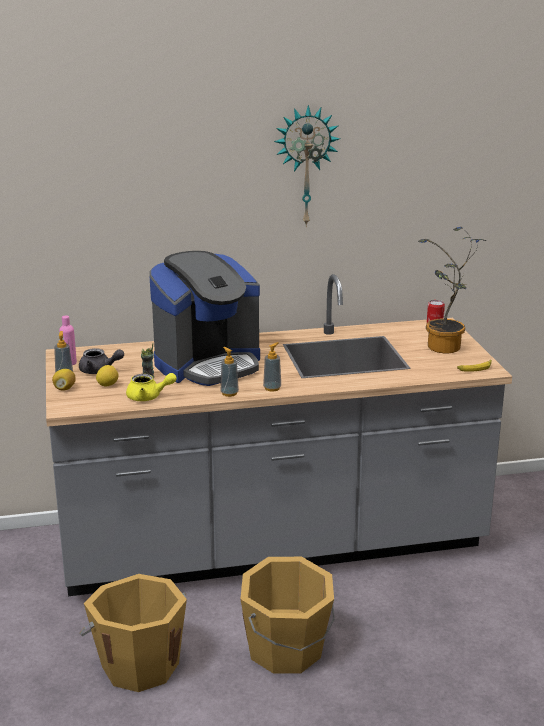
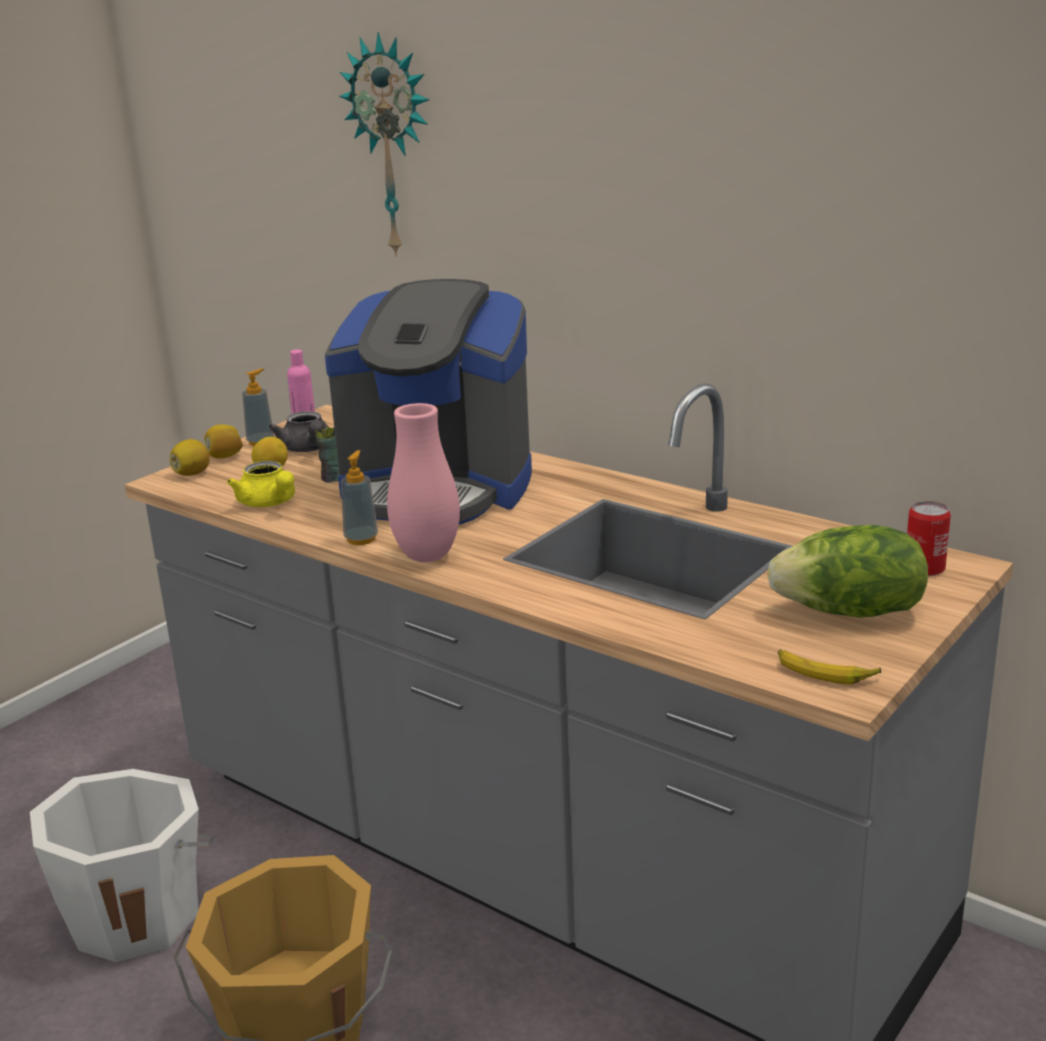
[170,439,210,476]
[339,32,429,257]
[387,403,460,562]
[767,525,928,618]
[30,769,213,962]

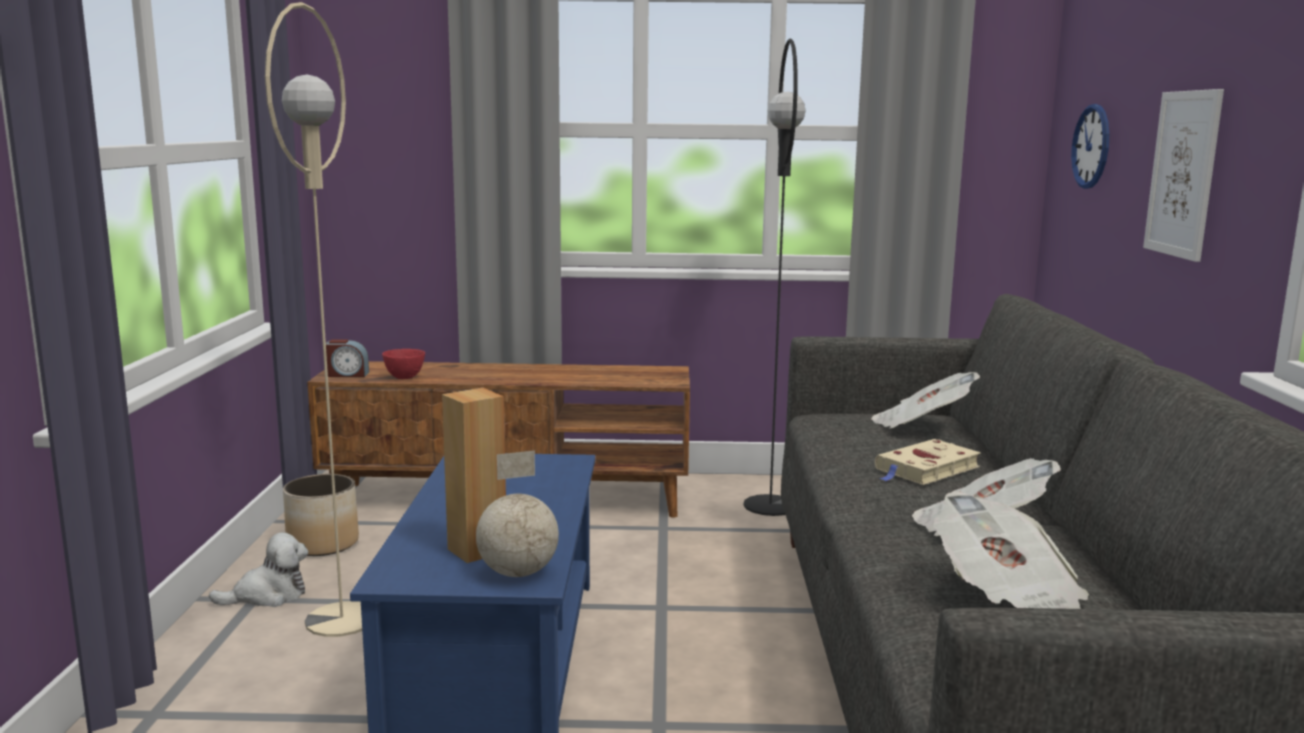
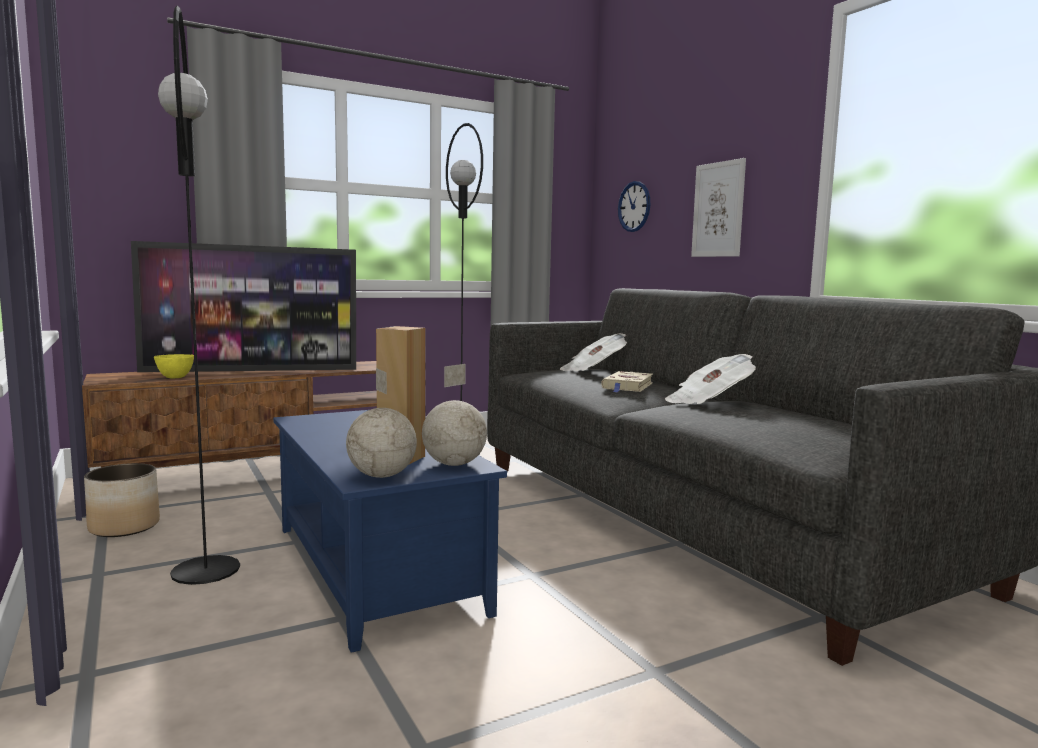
[209,532,308,607] (first image)
[326,340,369,377] (first image)
[934,491,1089,609] (first image)
[131,241,356,372]
[346,368,417,478]
[158,5,240,585]
[154,354,194,378]

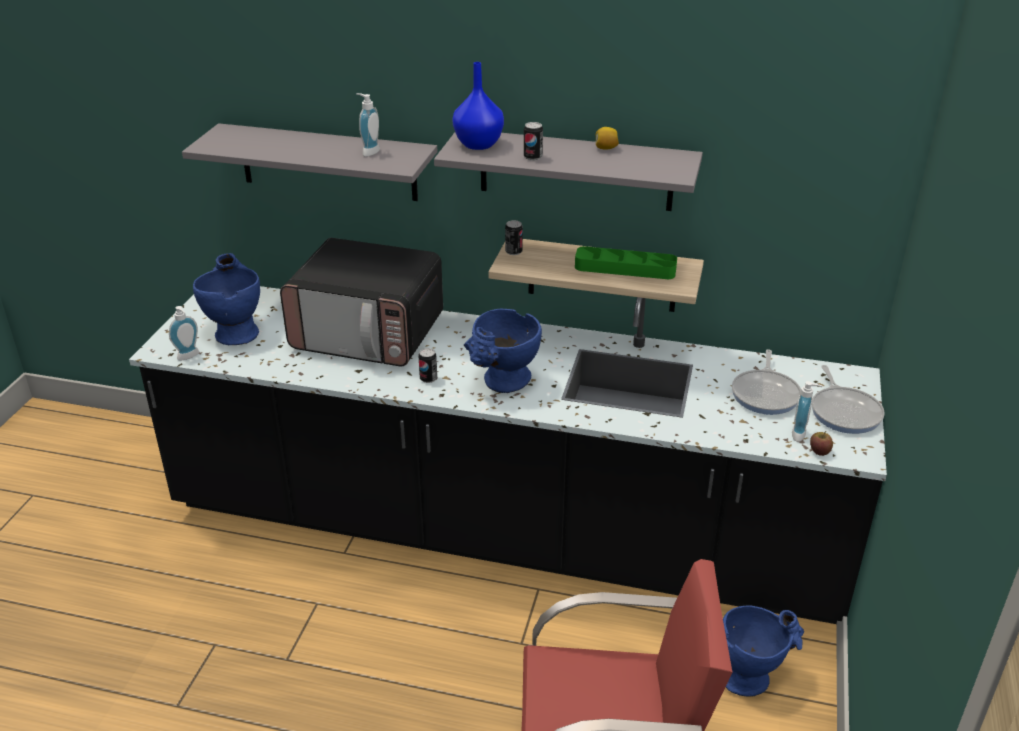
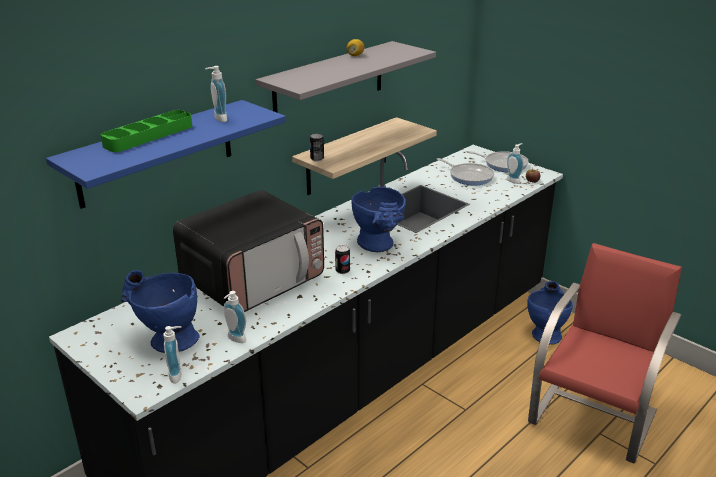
[452,62,504,150] (first image)
[524,122,543,161] (first image)
[224,291,246,343]
[101,110,192,152]
[46,100,286,209]

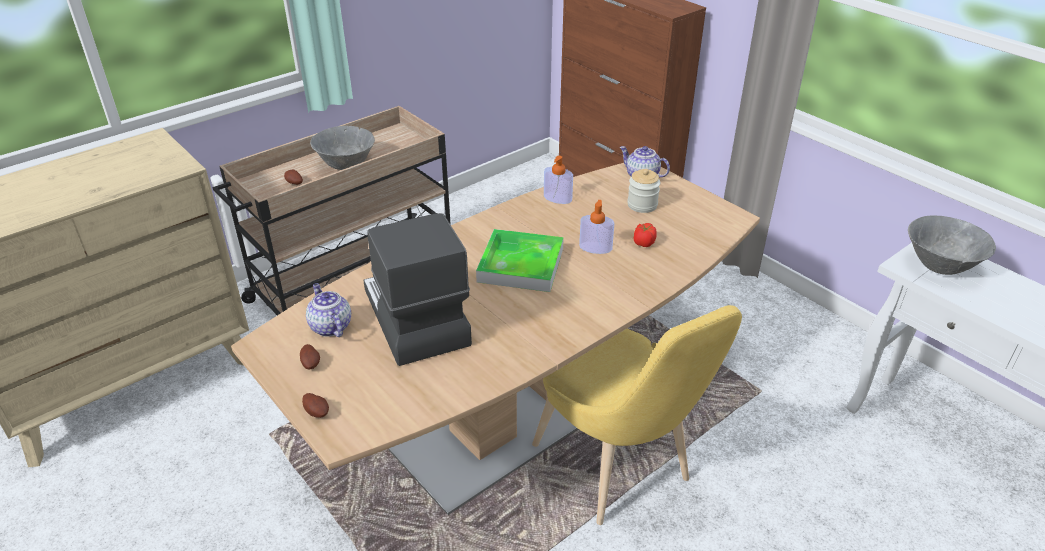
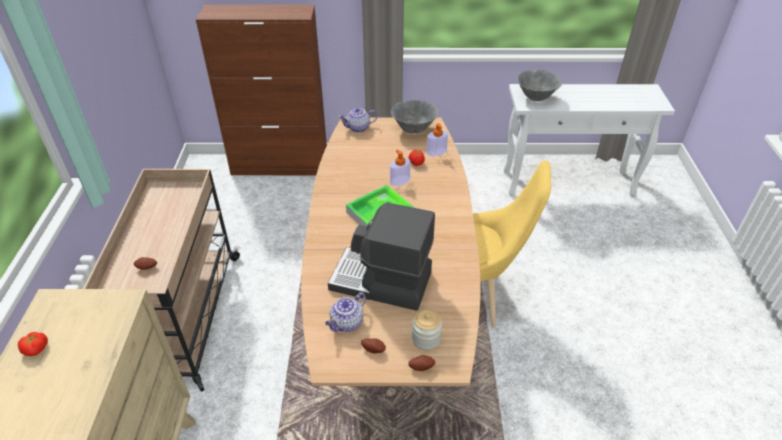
[18,332,48,356]
[391,100,439,134]
[427,123,448,156]
[412,309,442,351]
[325,292,366,332]

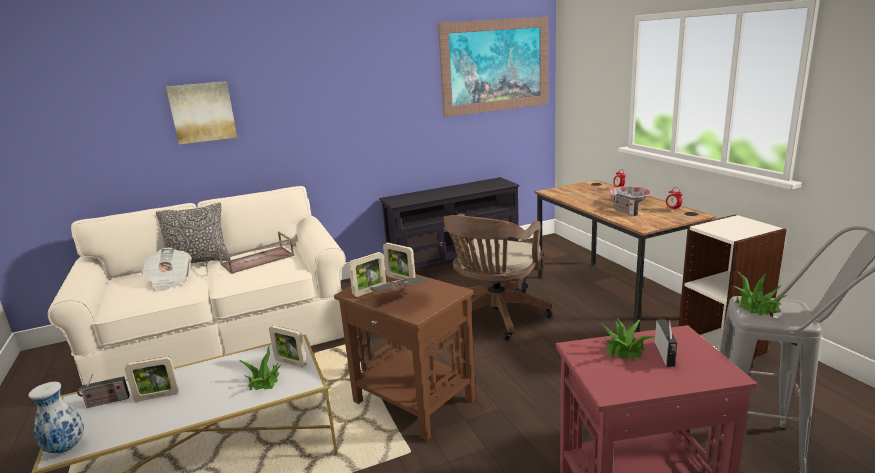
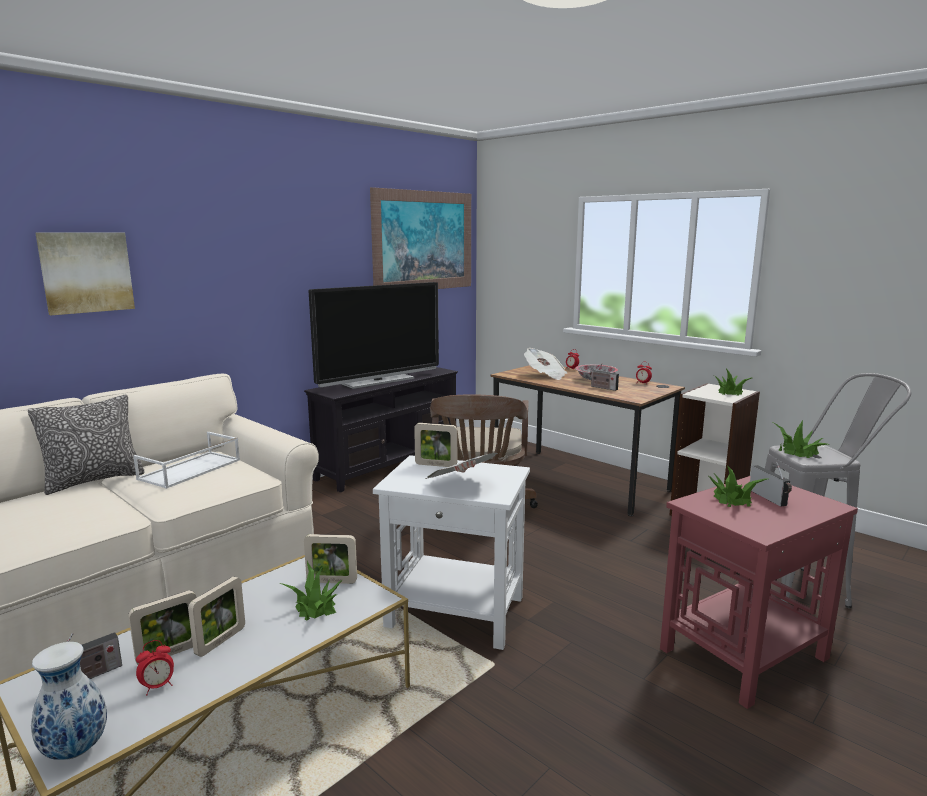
[136,640,174,695]
[309,282,439,389]
[715,369,752,396]
[524,348,568,380]
[188,577,245,657]
[133,432,240,489]
[373,455,530,650]

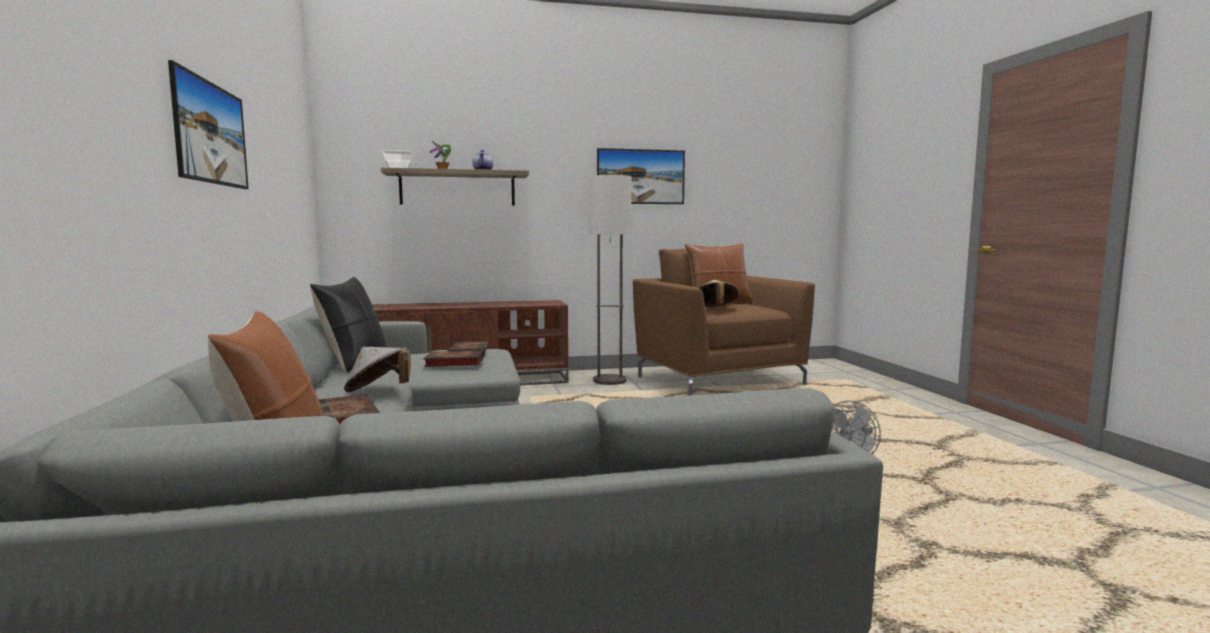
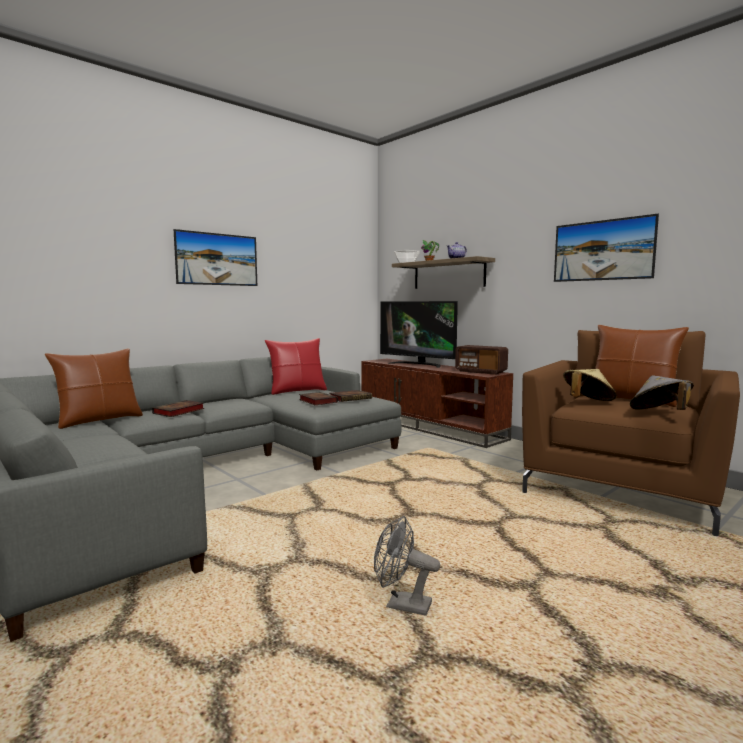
[589,175,631,385] (first image)
[380,301,458,368]
[455,345,508,375]
[630,375,694,410]
[265,338,327,395]

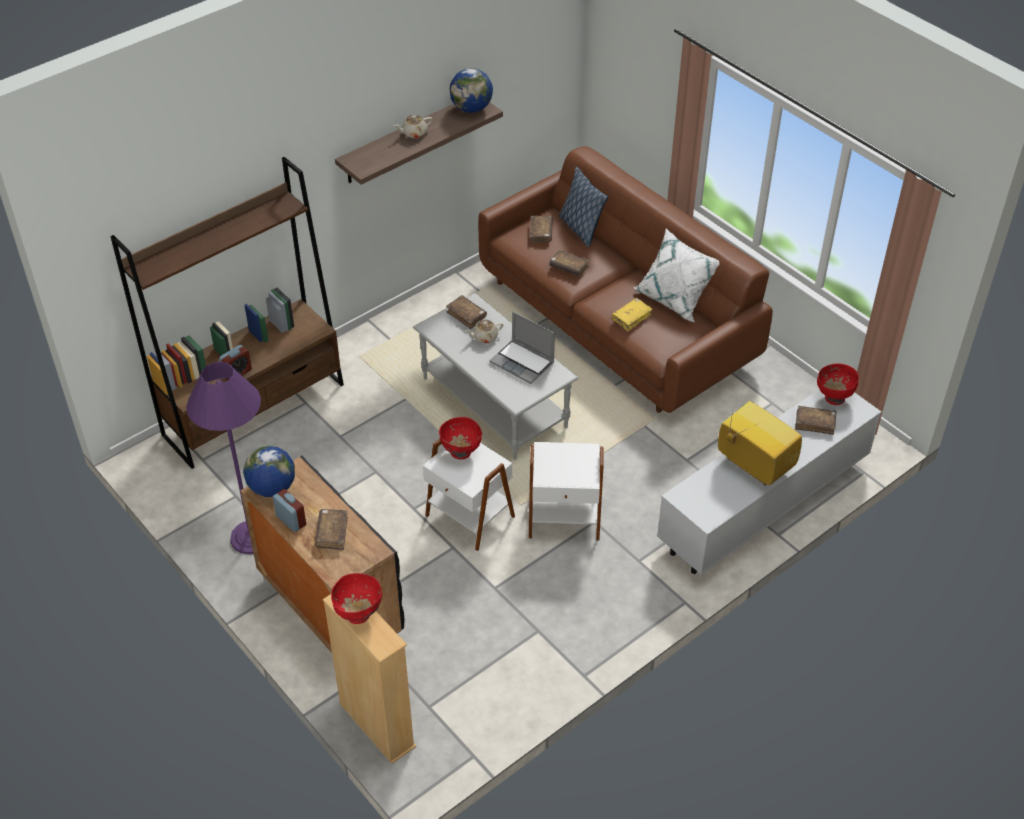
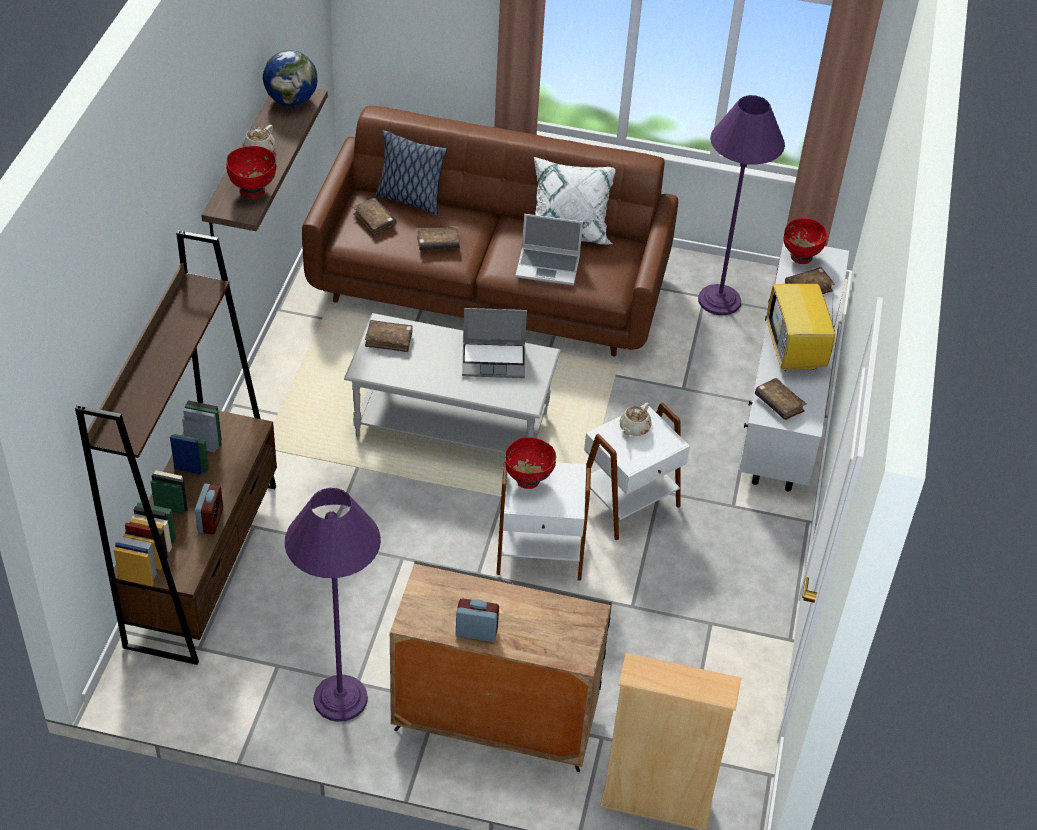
[243,446,295,497] (first image)
[698,95,785,315]
[755,378,807,420]
[226,146,276,198]
[620,402,652,436]
[515,214,583,285]
[766,284,843,371]

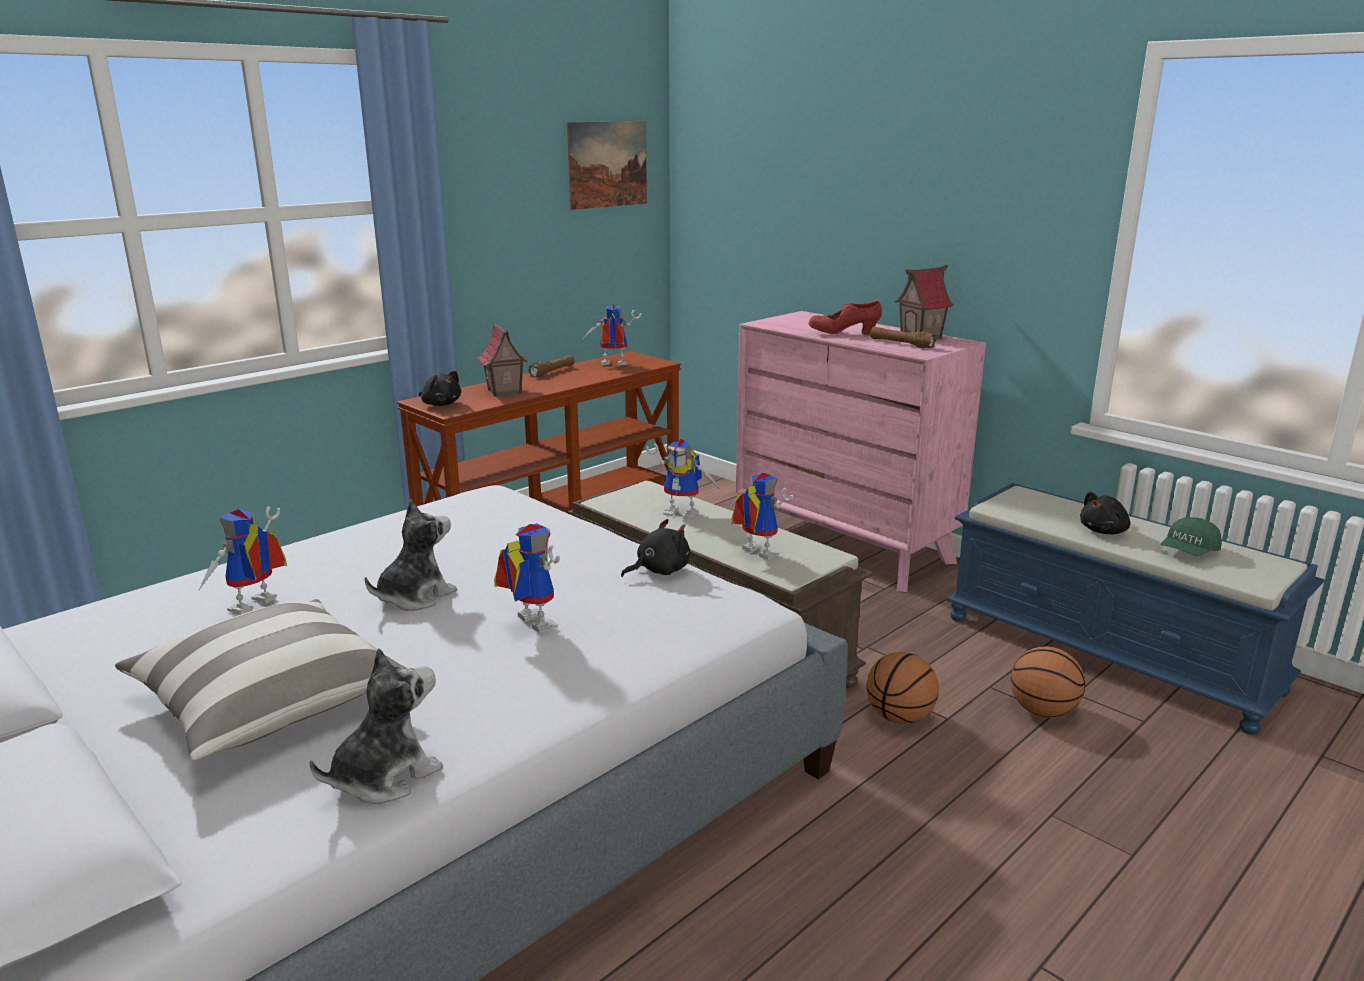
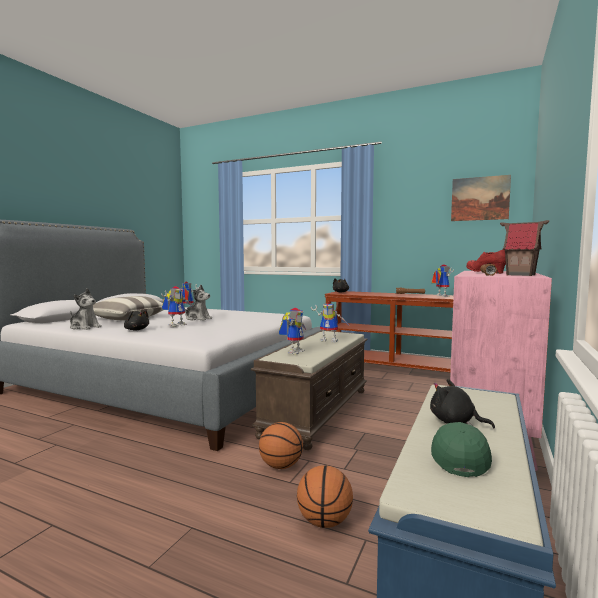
[477,321,528,397] (first image)
[124,310,149,331]
[311,302,350,343]
[431,422,492,477]

